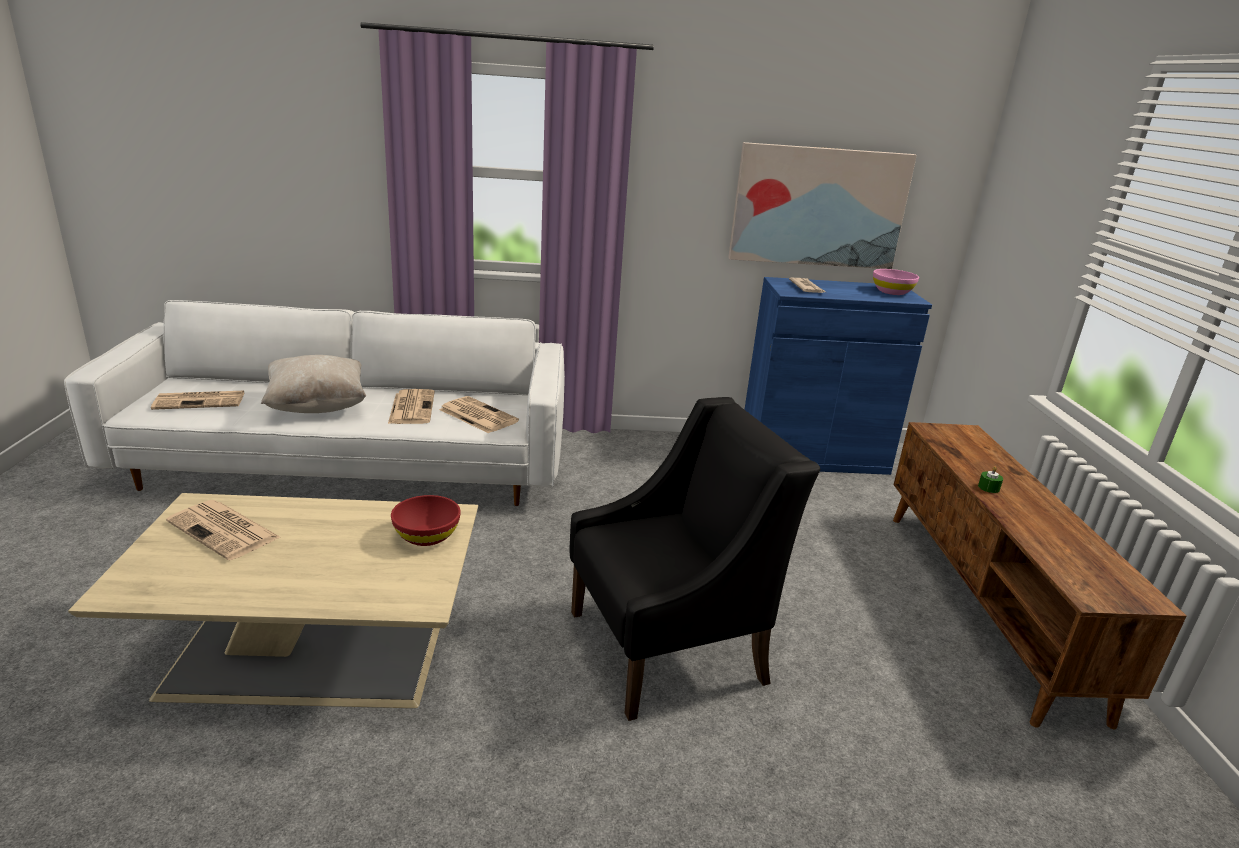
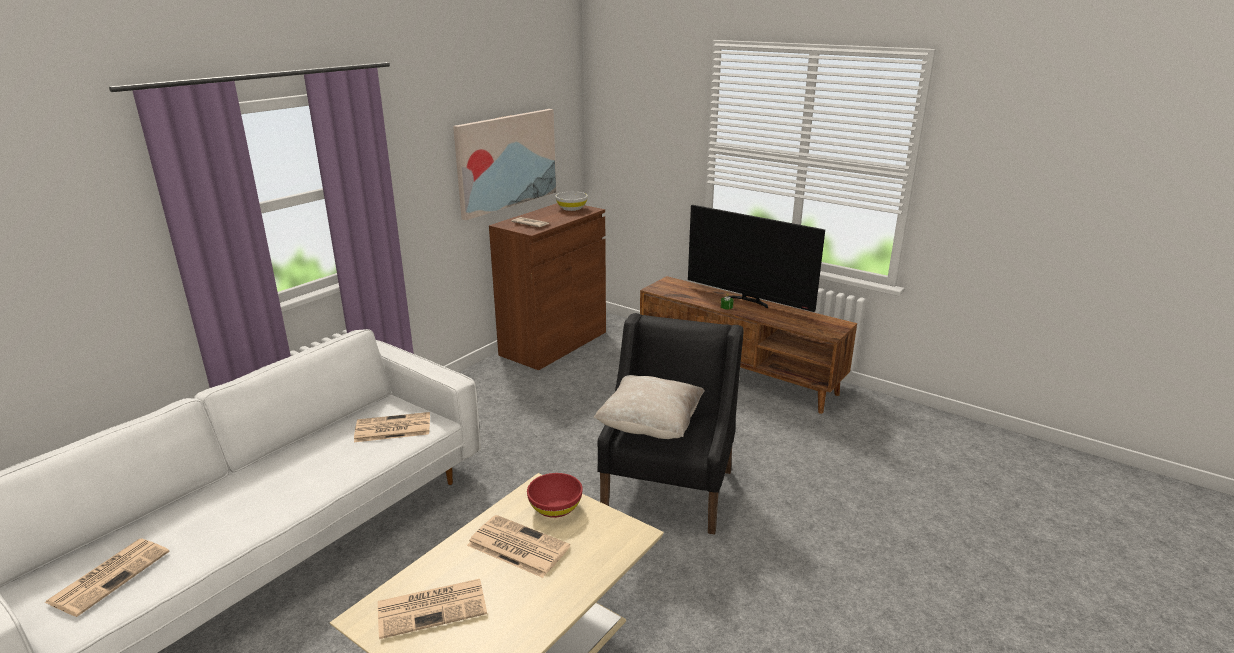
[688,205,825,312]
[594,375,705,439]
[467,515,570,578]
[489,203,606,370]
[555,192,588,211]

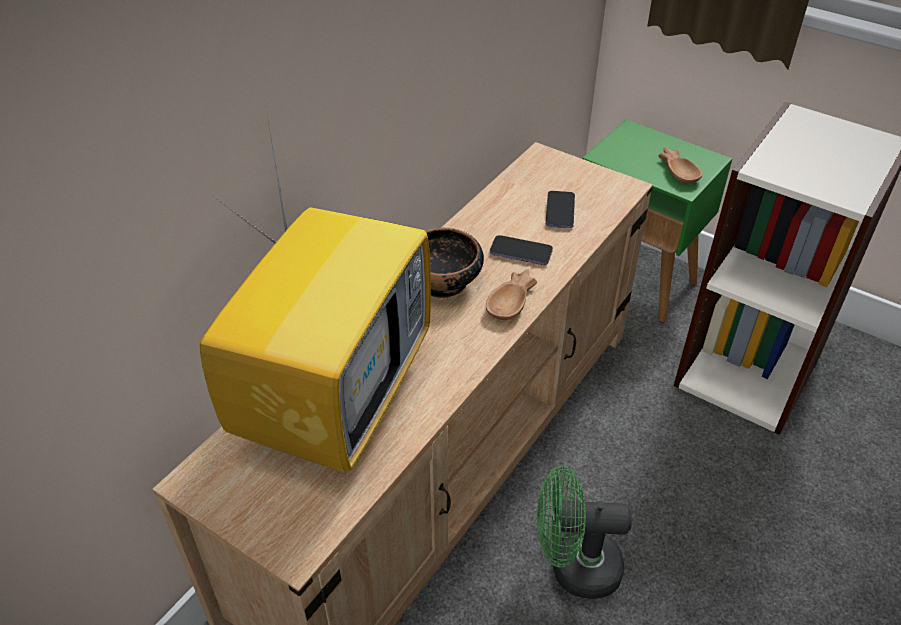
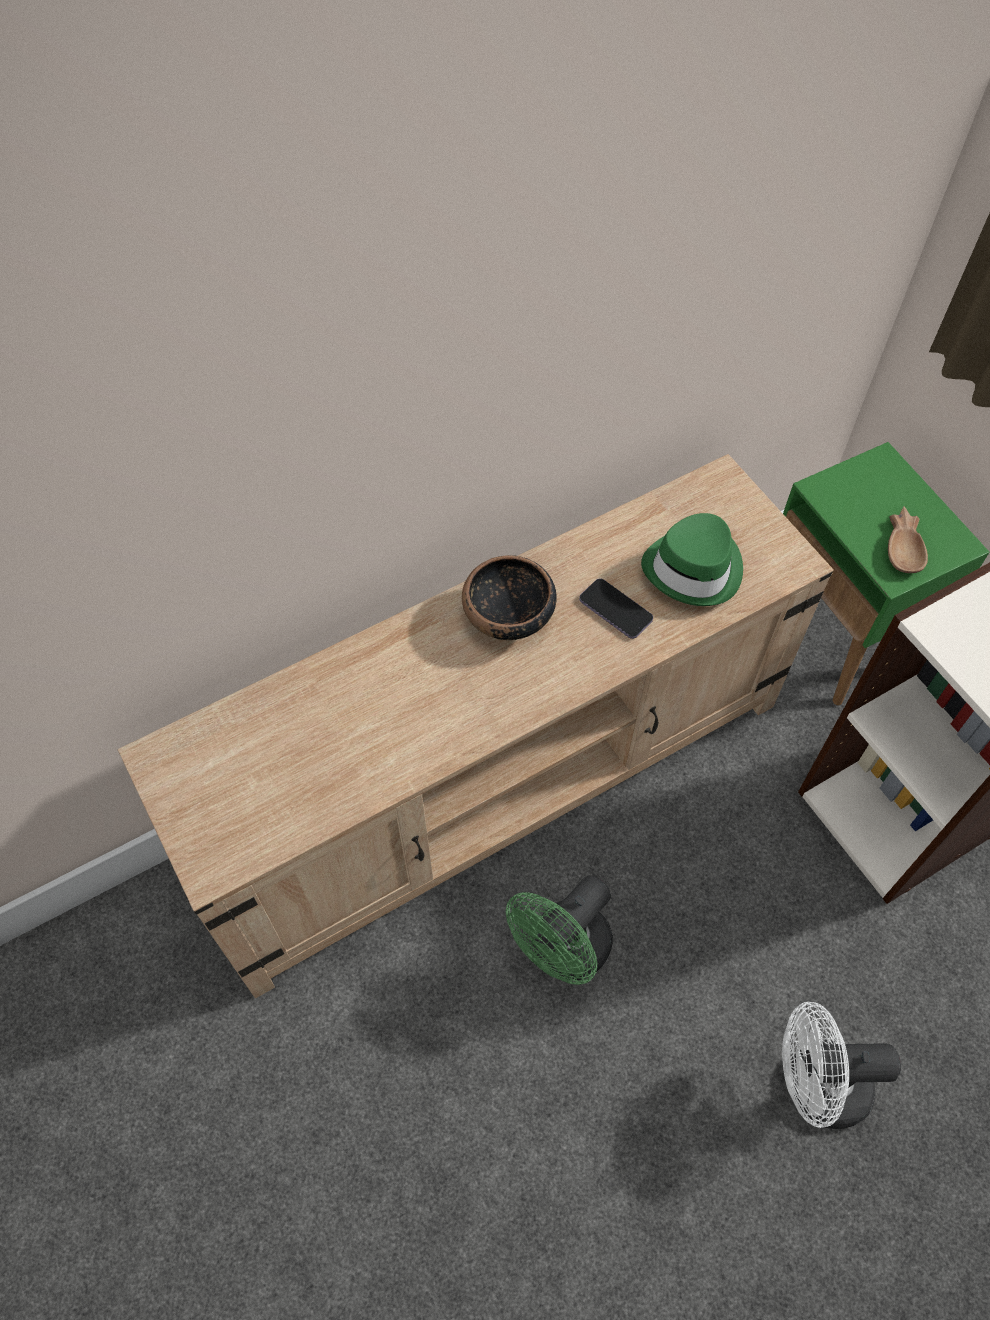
[200,111,431,473] (first image)
[486,268,537,320] (first image)
[782,1002,901,1129]
[641,513,743,606]
[505,875,613,985]

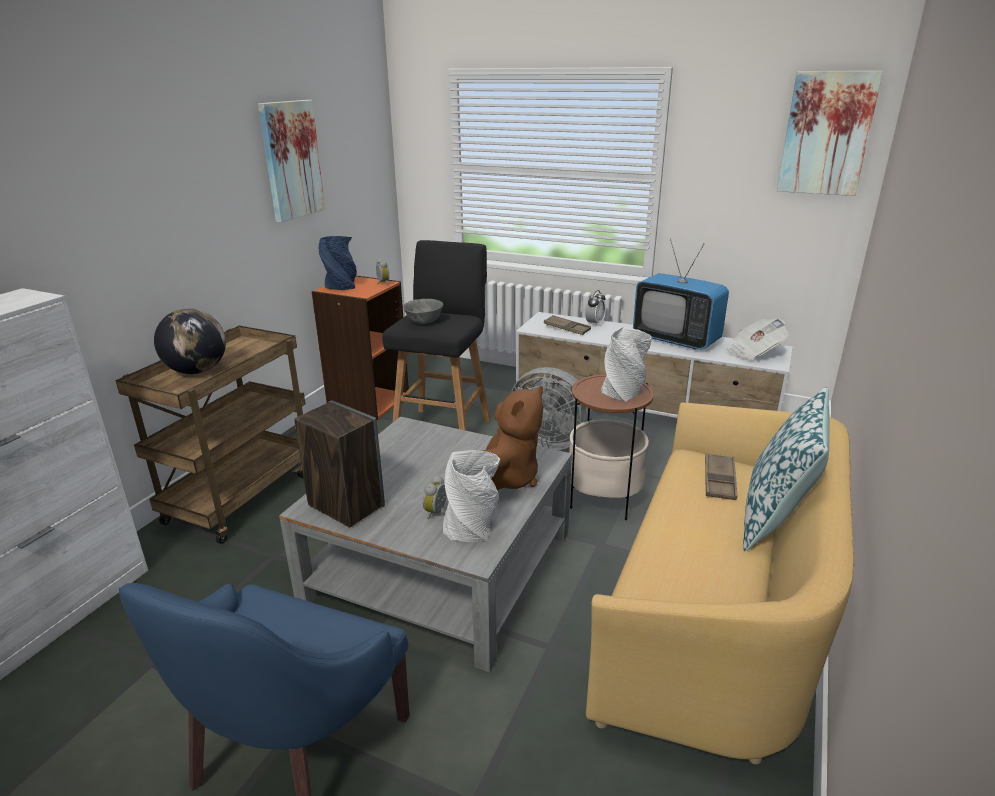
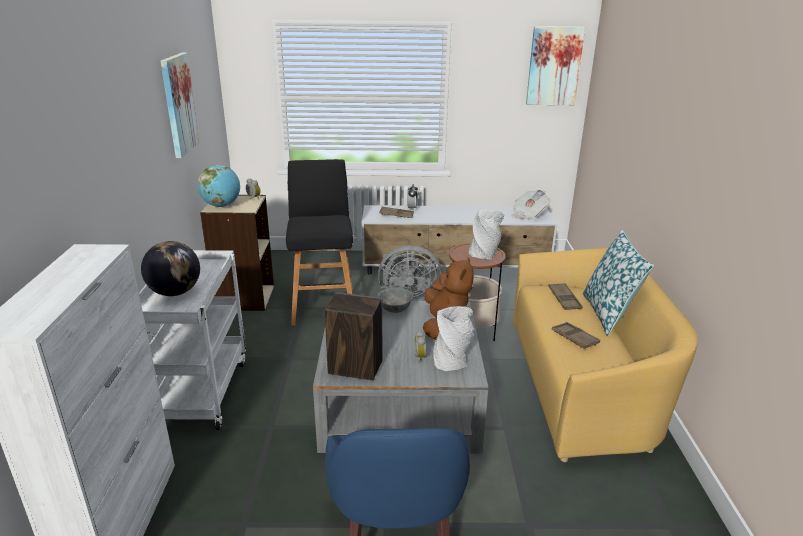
[633,238,729,350] (first image)
[552,322,600,349]
[378,287,413,313]
[197,165,240,207]
[139,250,246,430]
[200,195,274,311]

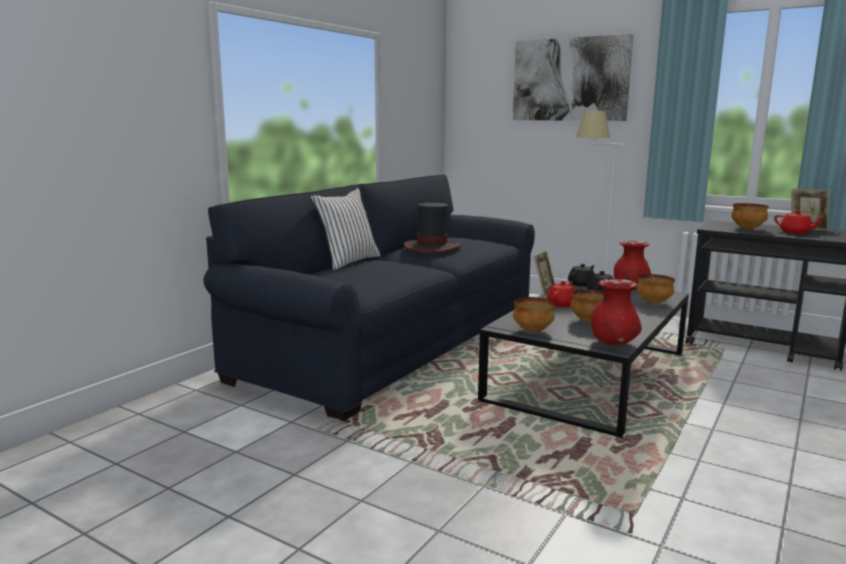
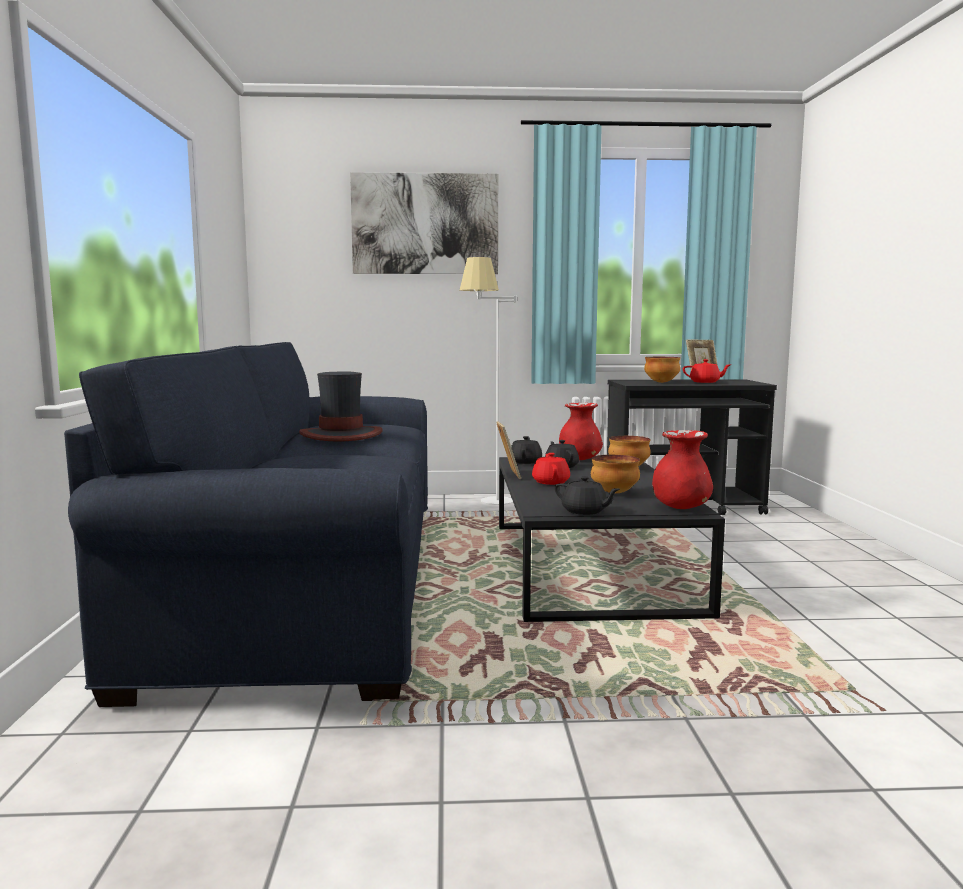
[311,188,381,270] (first image)
[555,476,620,515]

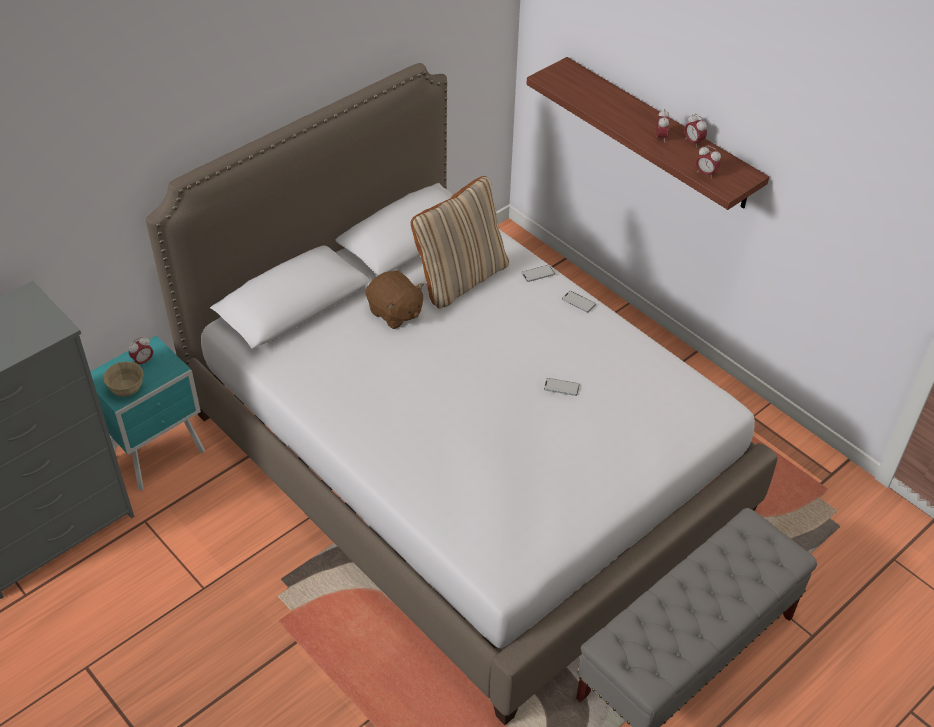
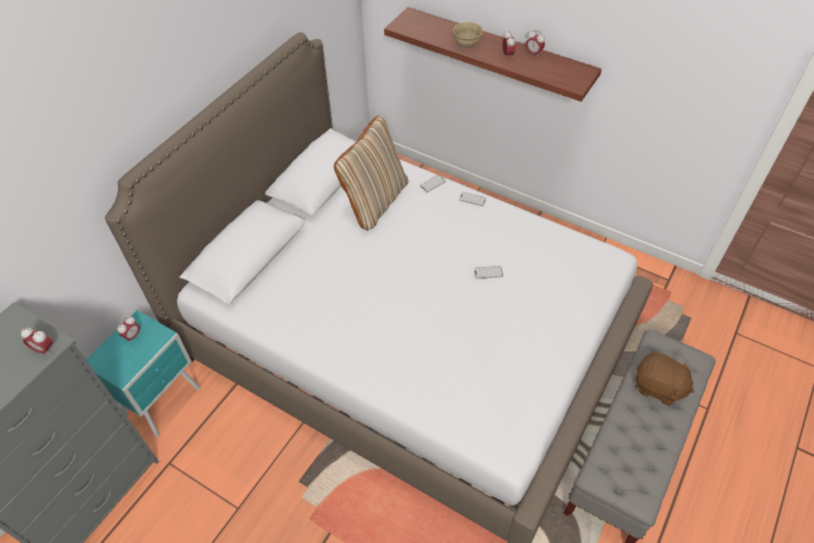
[453,22,483,48]
[636,353,694,406]
[21,327,53,356]

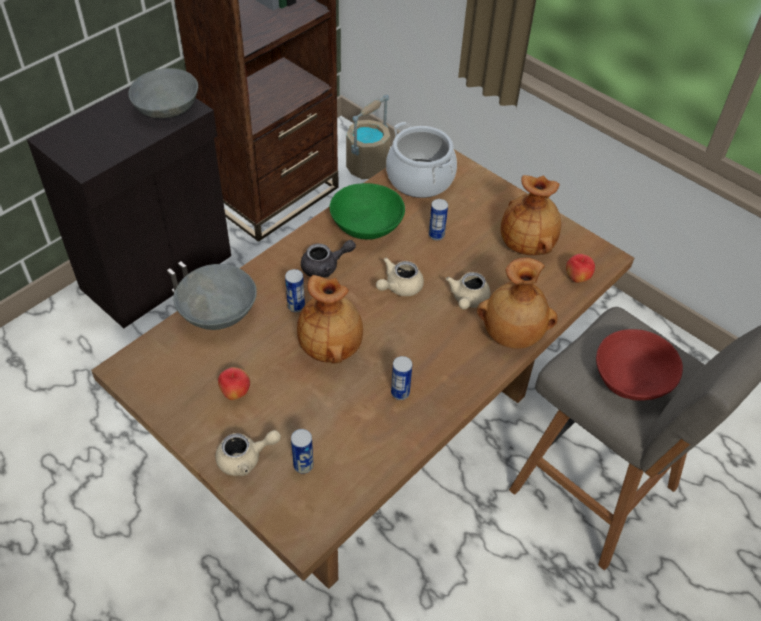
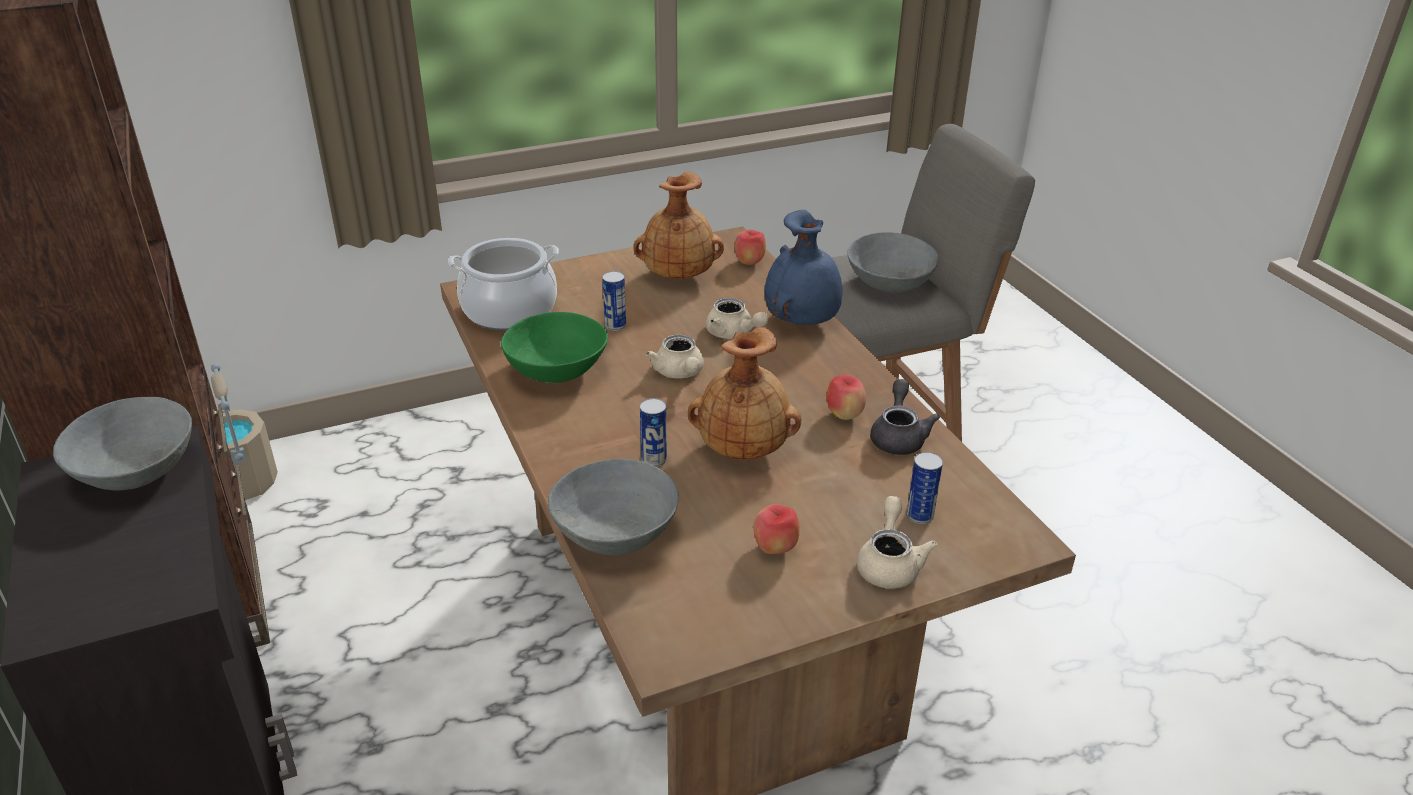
[870,379,940,455]
[827,375,866,420]
[765,210,842,325]
[847,232,939,293]

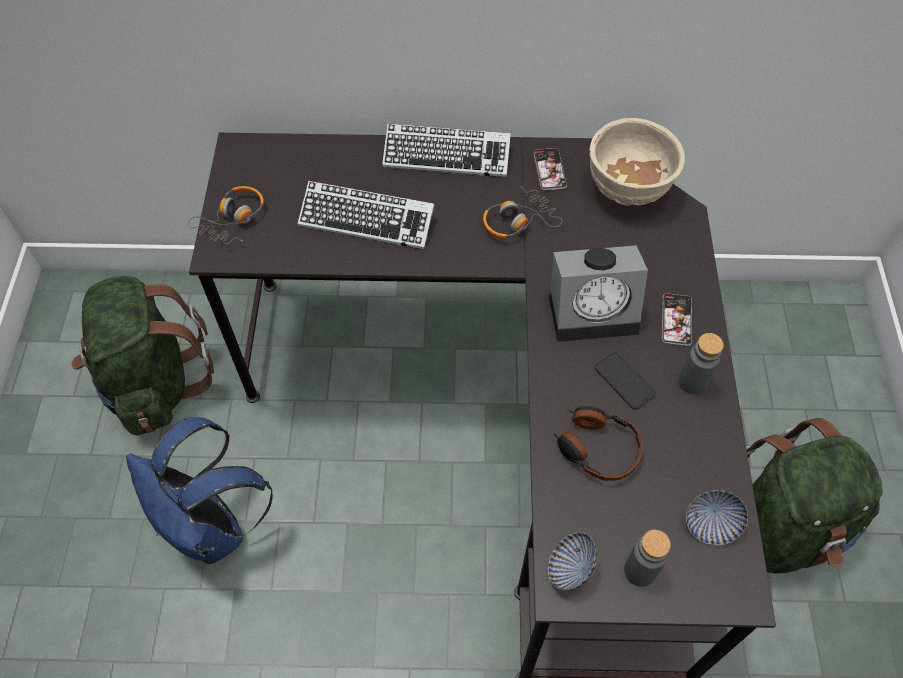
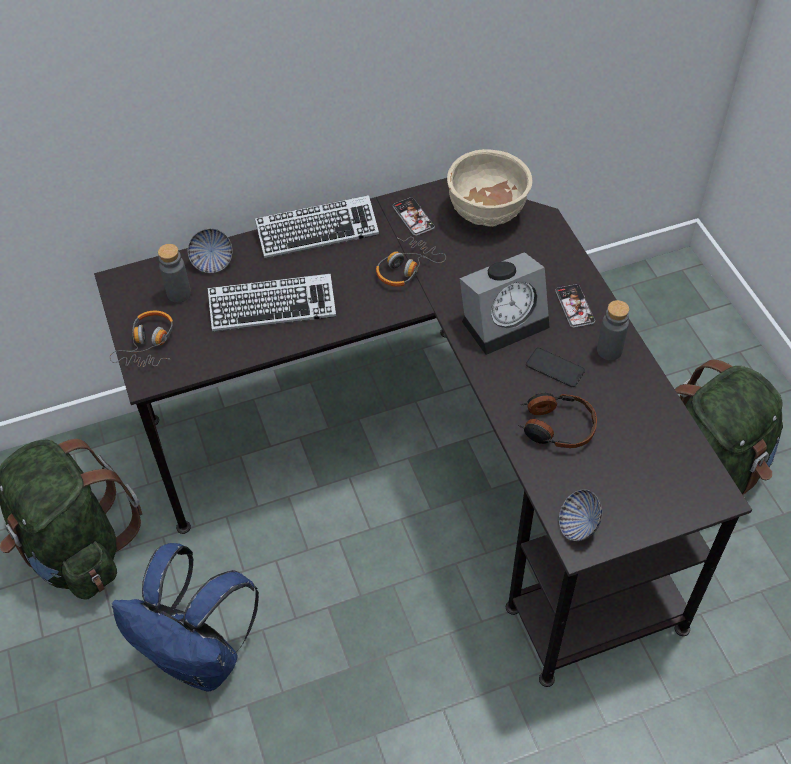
[158,244,191,303]
[188,229,233,273]

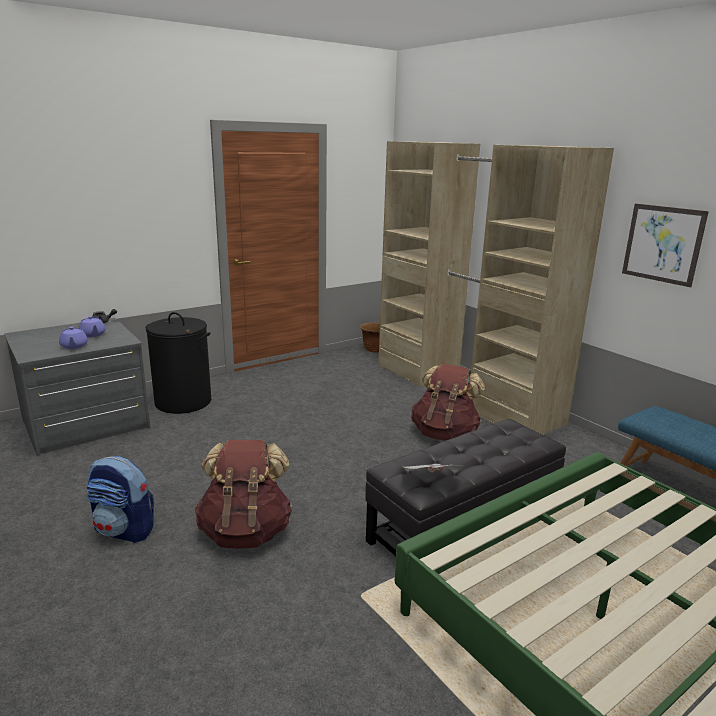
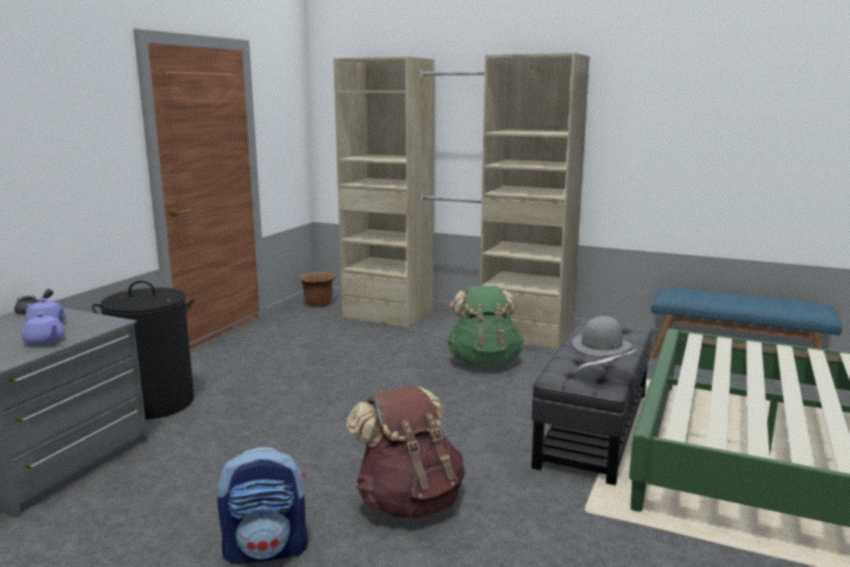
[622,204,709,287] (first image)
[572,316,632,356]
[447,286,524,366]

